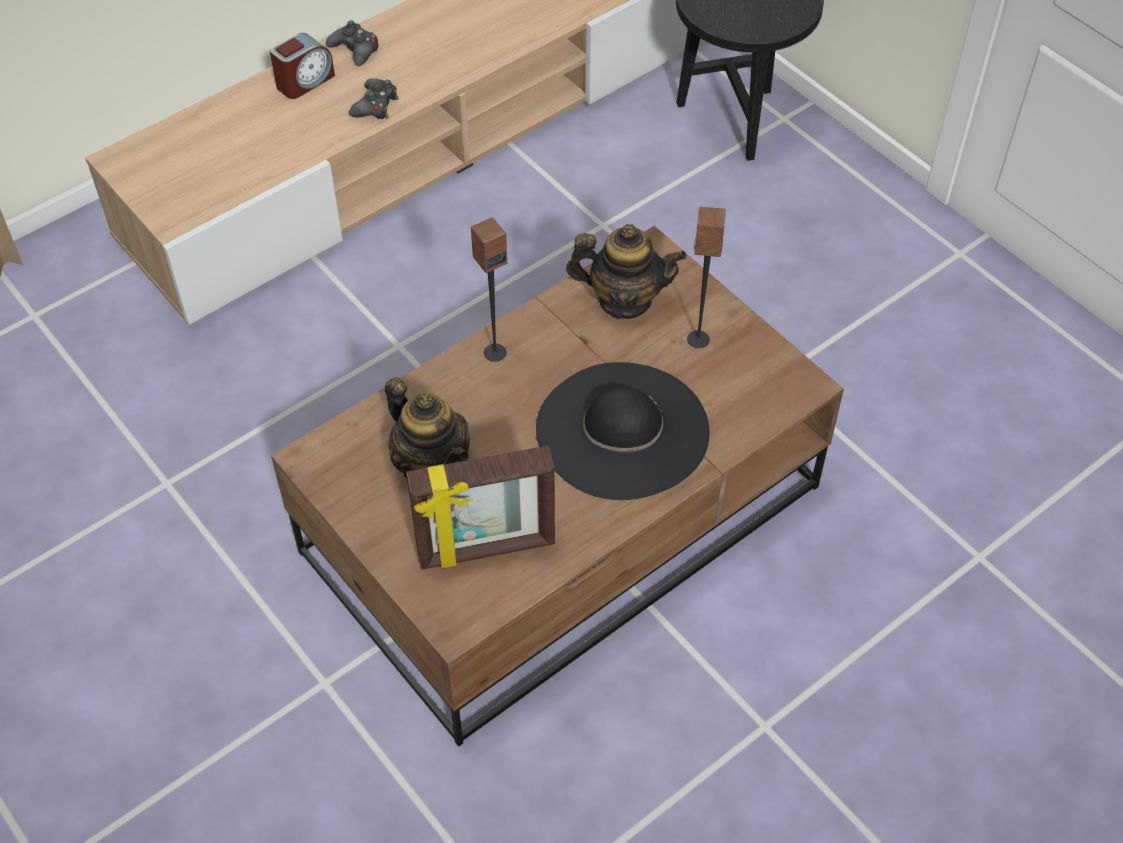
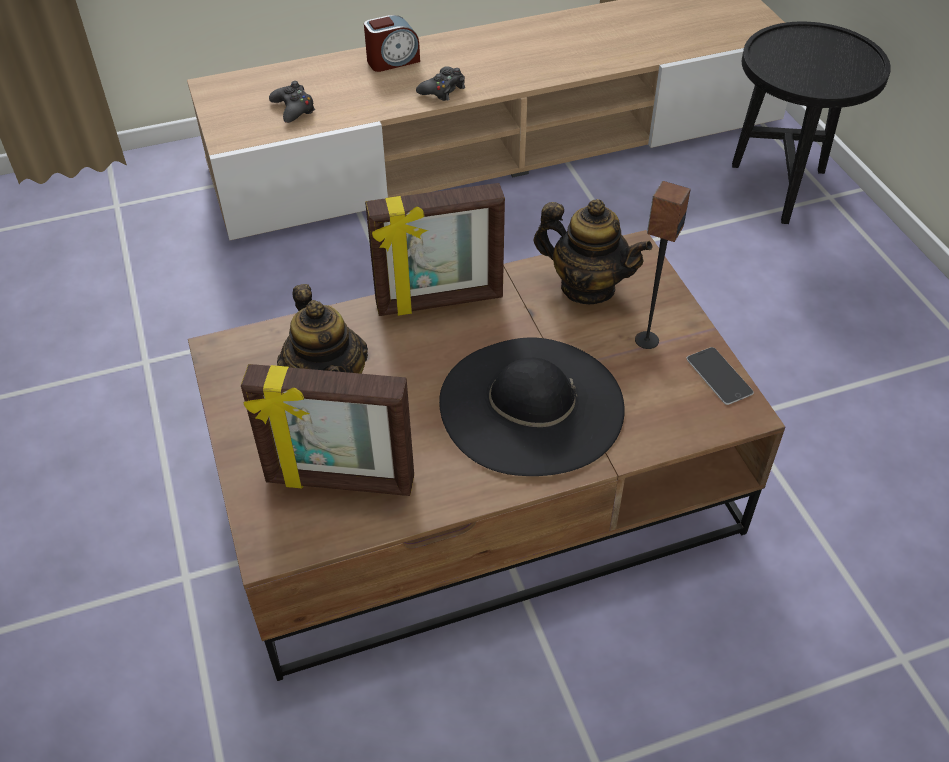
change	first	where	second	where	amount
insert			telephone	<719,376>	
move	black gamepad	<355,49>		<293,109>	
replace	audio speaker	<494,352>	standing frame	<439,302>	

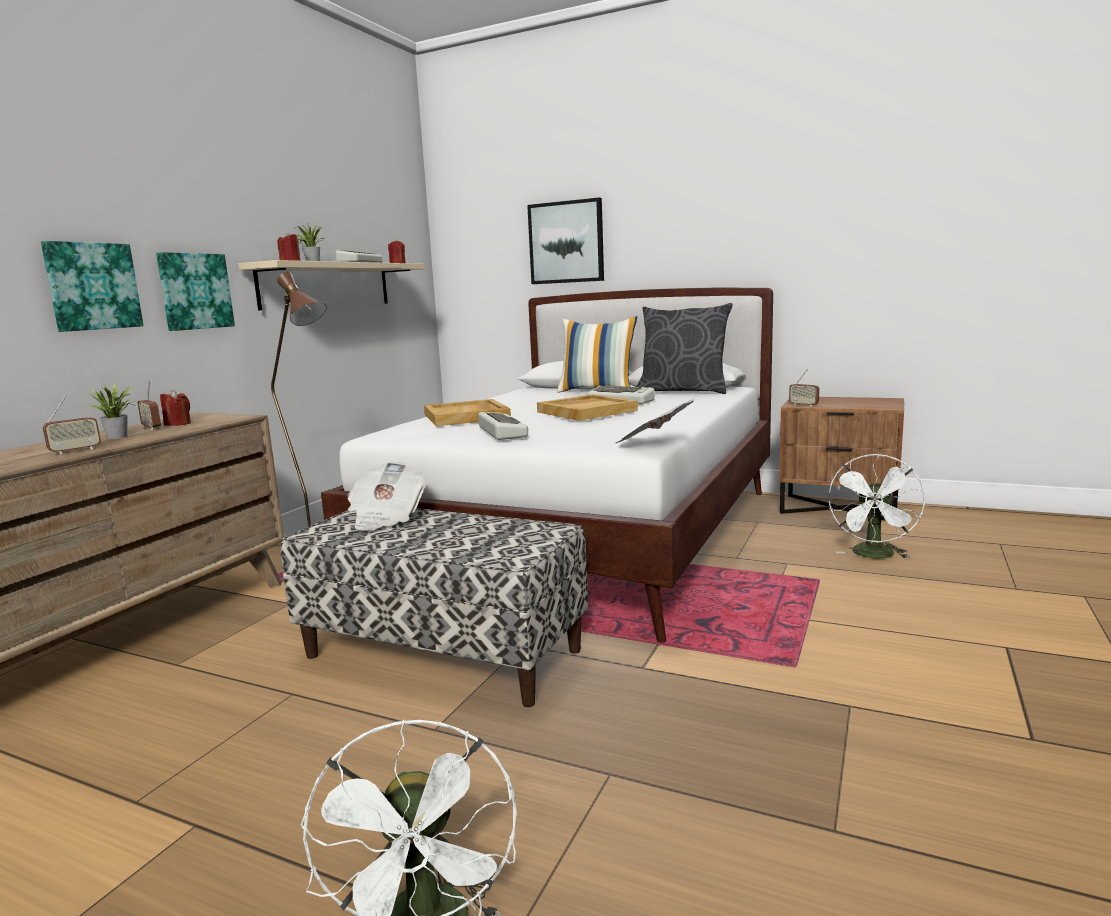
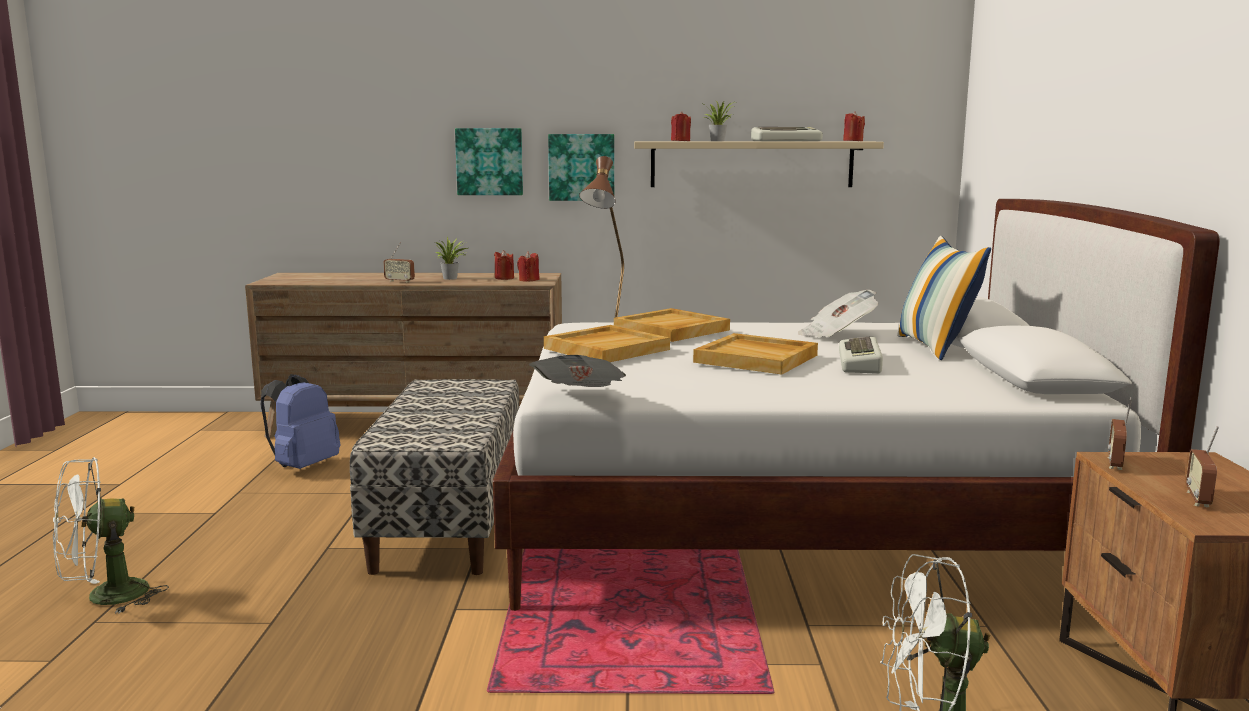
change	first	where	second	where	amount
delete	wall picture	<566,242>			
delete	greyish cushion	<683,391>			
insert			blue backpack	<303,466>	
insert			reddish wax candle	<528,280>	
move	radio	<152,428>		<1198,499>	
move	printed paper	<386,518>		<836,334>	
replace	PC keyboard	<500,432>	beige serving tray	<606,349>	

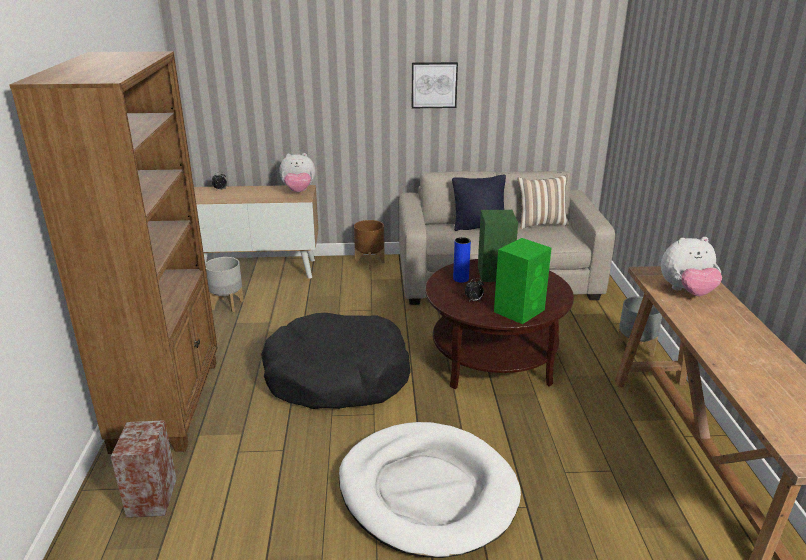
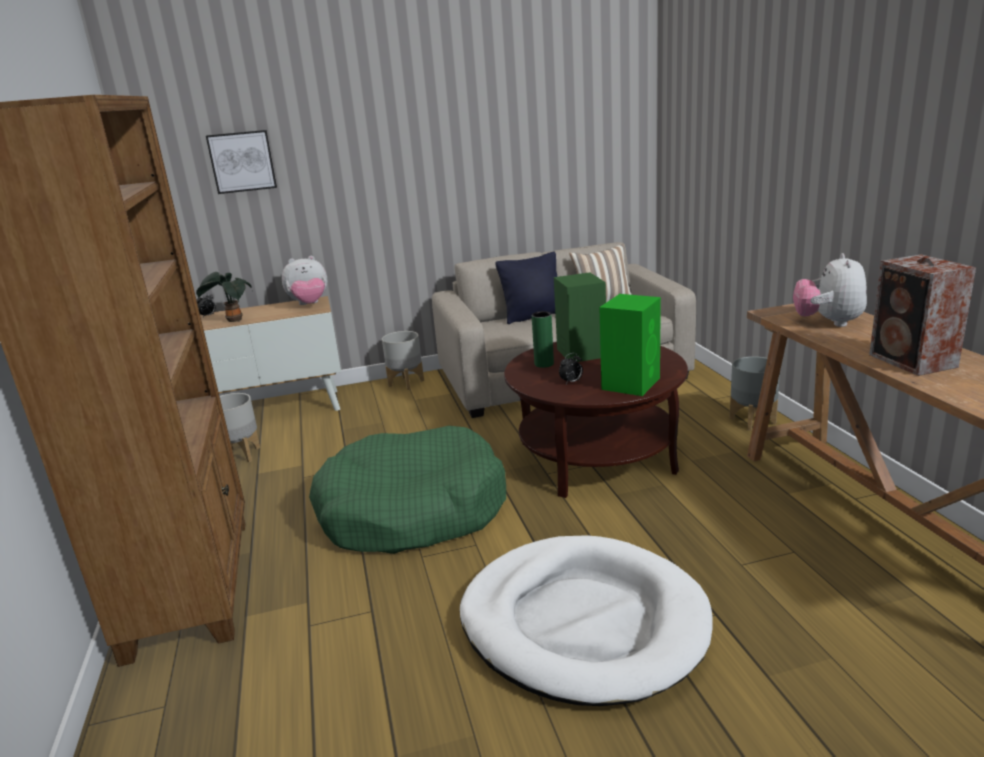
change	first	where	second	where	amount
insert			plant in a pot	<232,321>	
move	audio speaker	<150,499>		<913,362>	
move	wall picture	<434,85>		<242,161>	
recolor	black dog bed	<337,376>	green-coloured dog bed	<412,510>	
recolor	brown flower pot	<370,262>	greyish flower pot	<406,383>	
recolor	blue vase	<460,279>	green-coloured vase	<544,364>	
rotate	cuddly toy	<686,292>		<828,323>	120 degrees clockwise

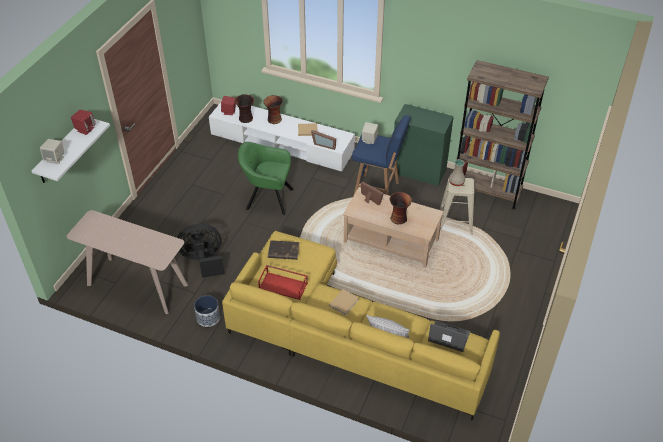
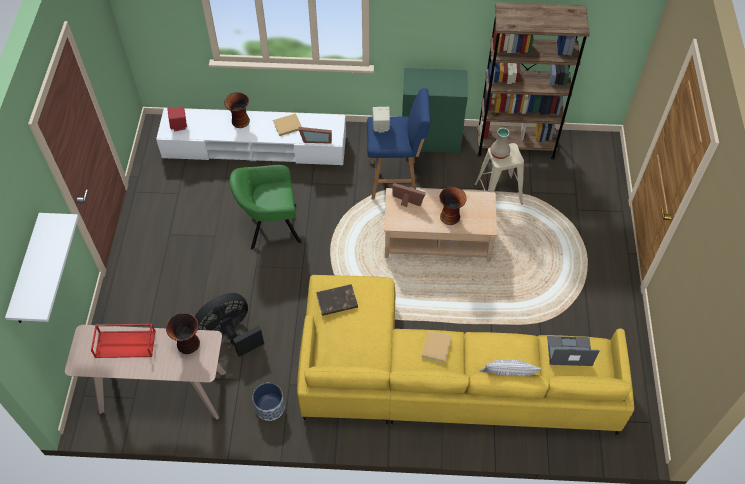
change	first	where	second	where	amount
delete	beige audio speaker	<55,159>			
delete	reddish audio speaker	<85,129>			
move	vase	<246,119>		<189,344>	
move	reddish serving tray	<284,285>		<126,343>	

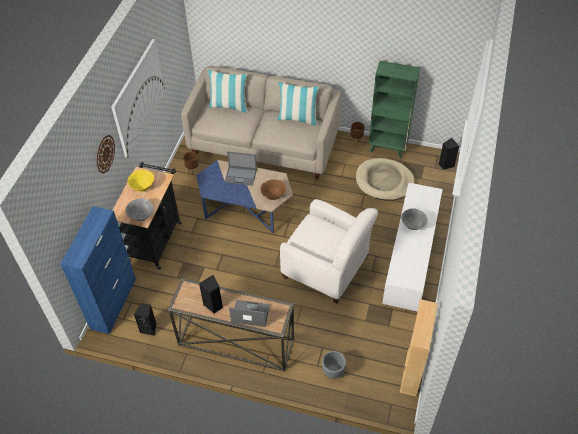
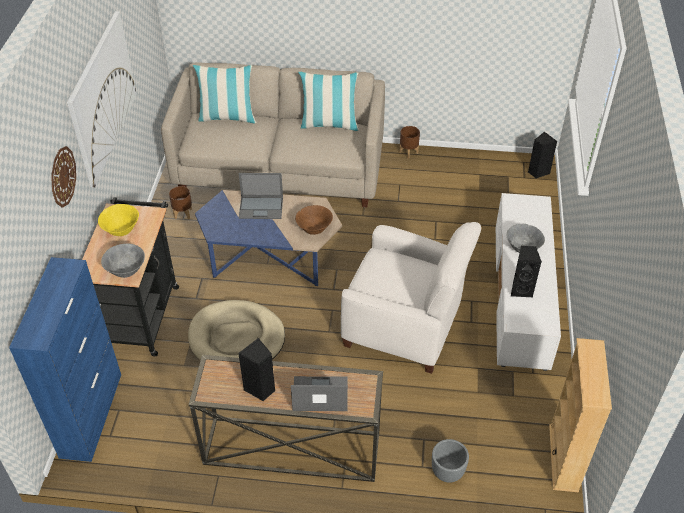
change	first	where	second	where	amount
delete	green-coloured shelving unit	<387,148>			
move	black audio speaker	<149,328>		<521,289>	
move	beige dog bed	<384,181>		<237,338>	

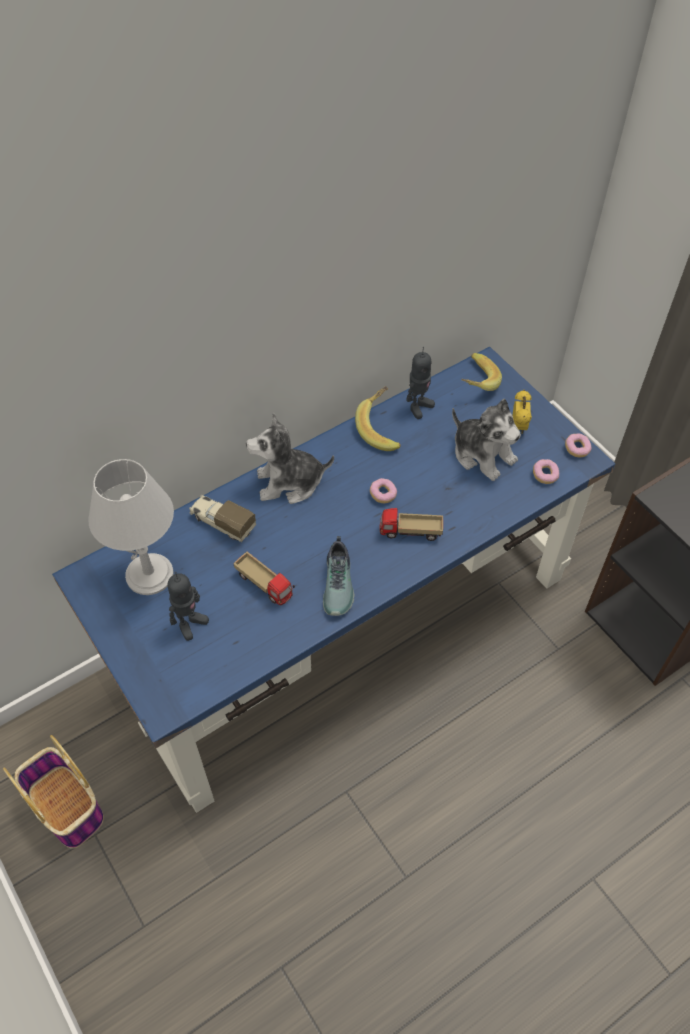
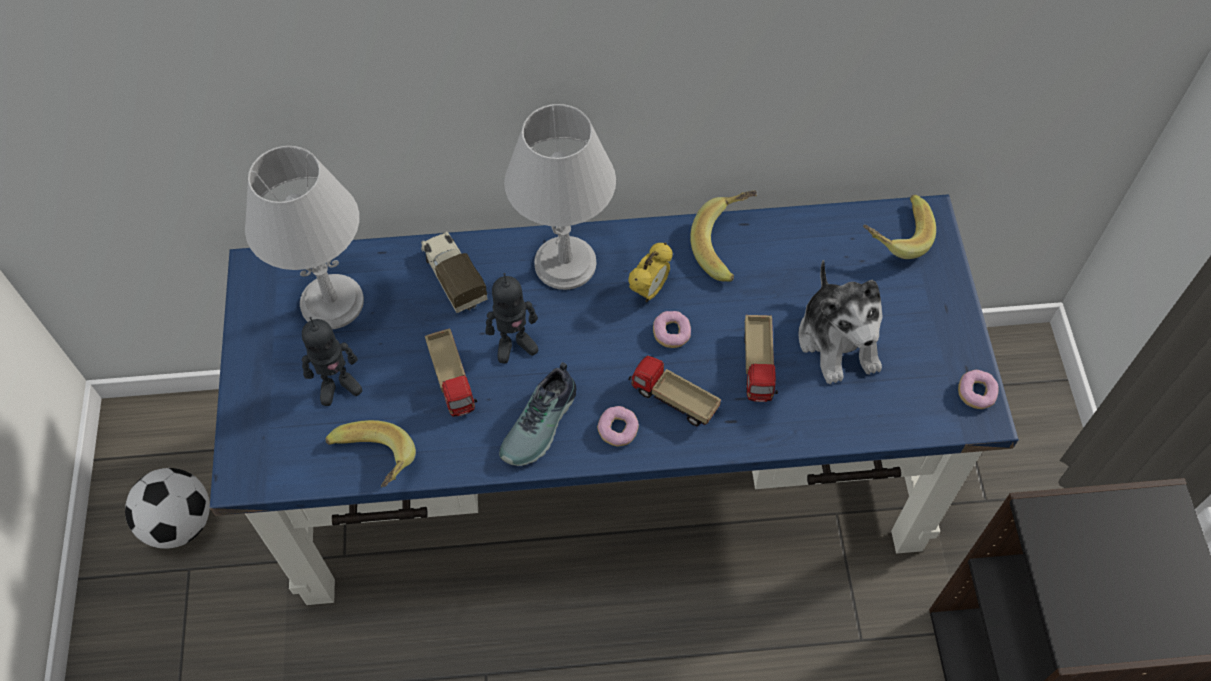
change	first	where	second	where	amount
insert			whole banana	<373,466>	
insert			model truck	<758,366>	
move	model robot	<418,407>		<514,344>	
move	bedside clock	<518,427>		<649,290>	
move	donut	<545,475>		<618,430>	
replace	basket	<68,807>	football	<180,523>	
replace	cuddly toy	<289,483>	greyish tabletop lamp	<565,264>	

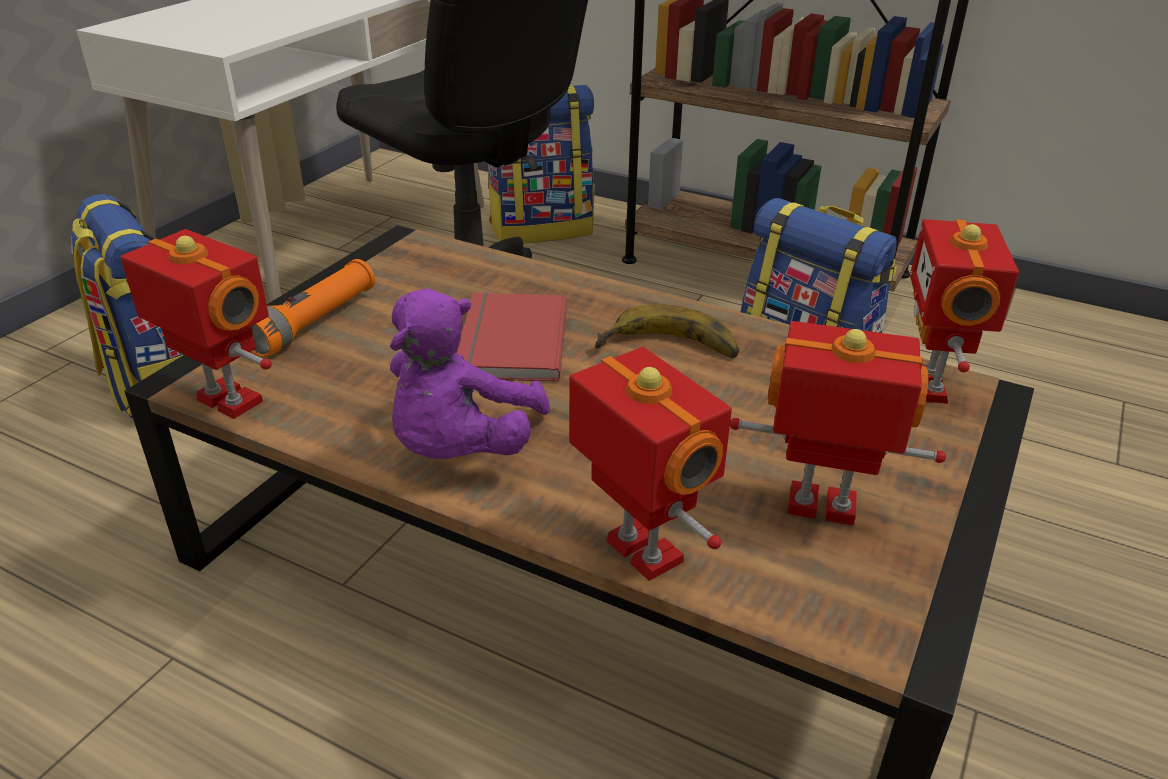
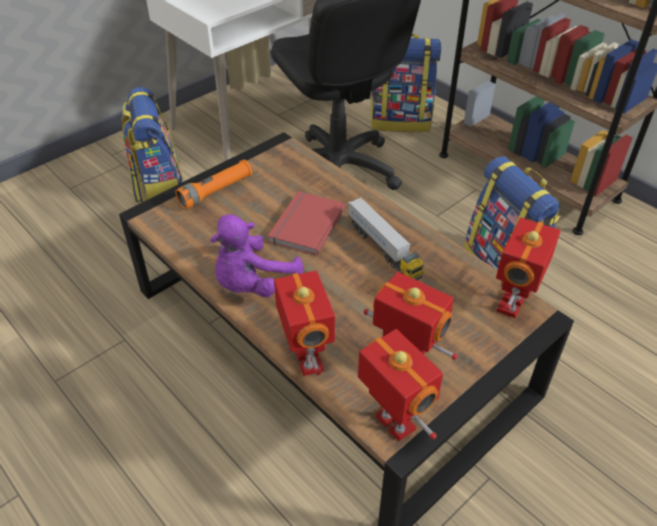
change	first	where	second	where	amount
move	model robot	<226,402>		<393,424>	
replace	whole banana	<668,351>	model truck	<383,249>	

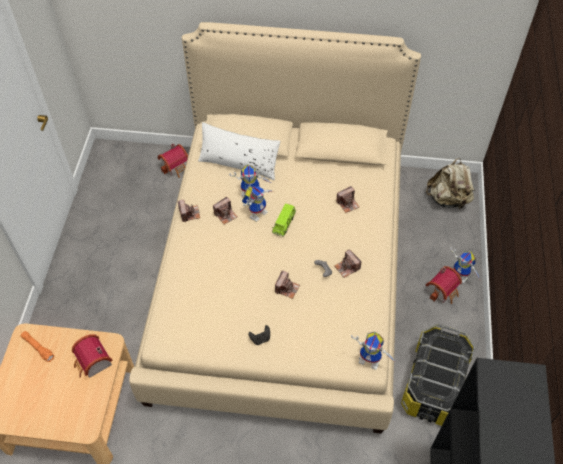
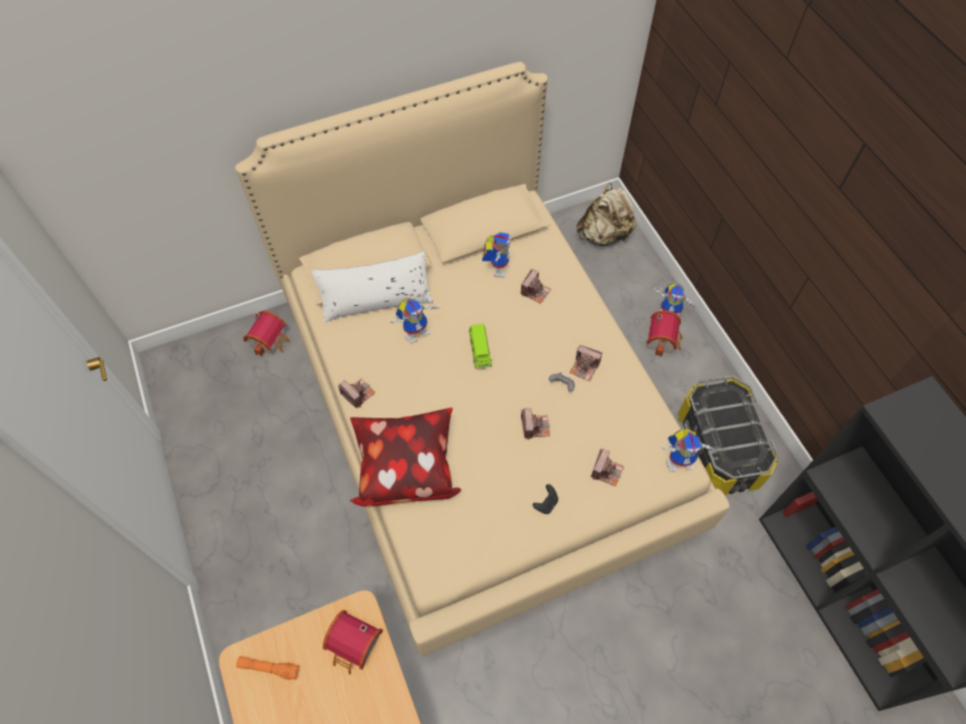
change	first	where	second	where	amount
insert			cushion	<405,467>	
move	still camera	<225,215>		<606,471>	
move	model robot	<257,212>		<497,266>	

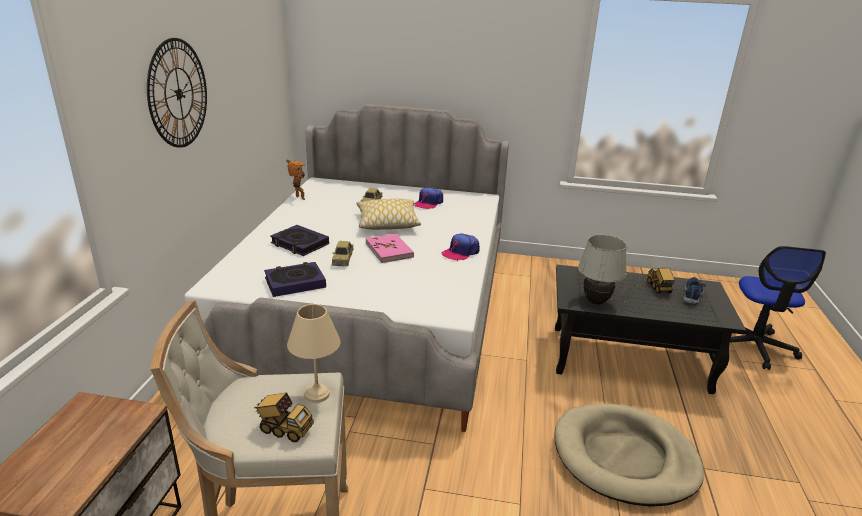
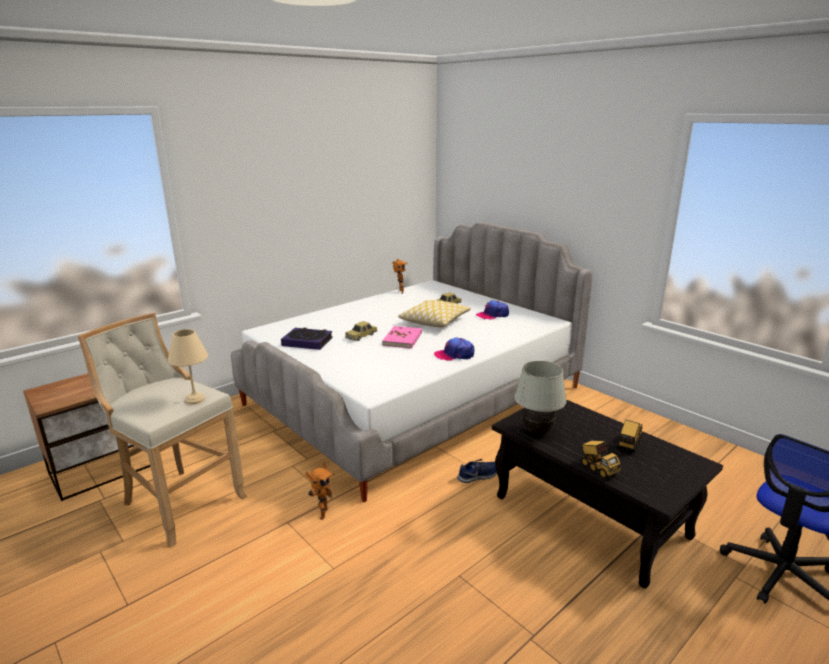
change	first	where	second	where	amount
delete	clock on the wall	<178,93>			
delete	volume	<299,244>			
delete	beige dog bed	<624,458>			
insert			model robot	<321,514>	
move	model truck	<284,429>		<598,468>	
move	blue item of footwear	<692,295>		<479,476>	

